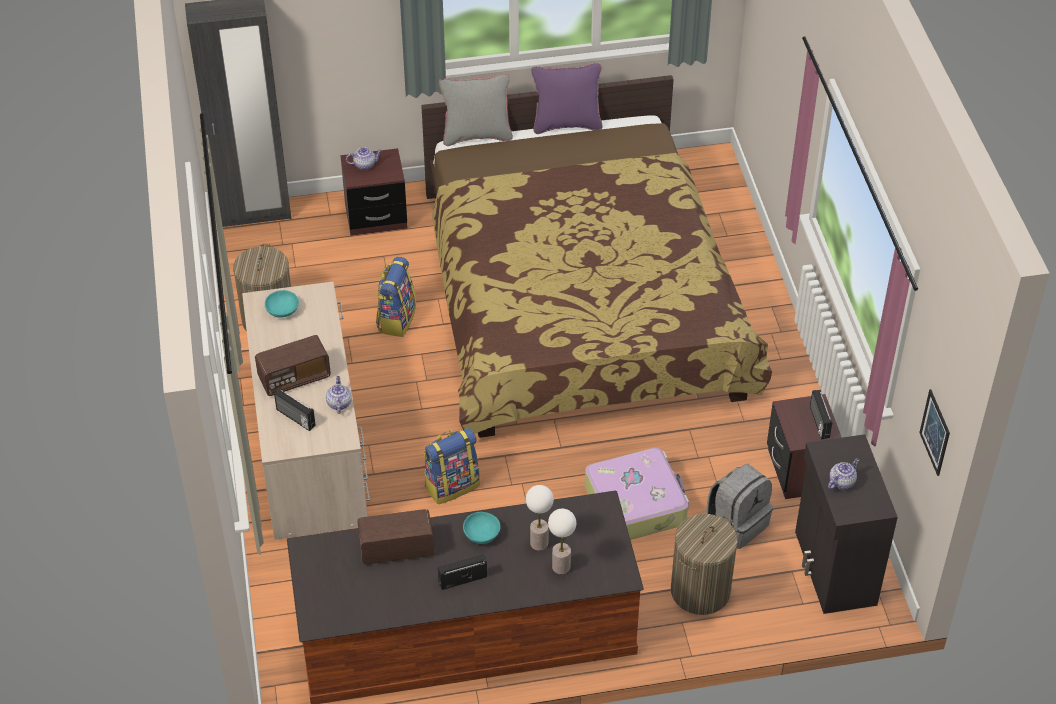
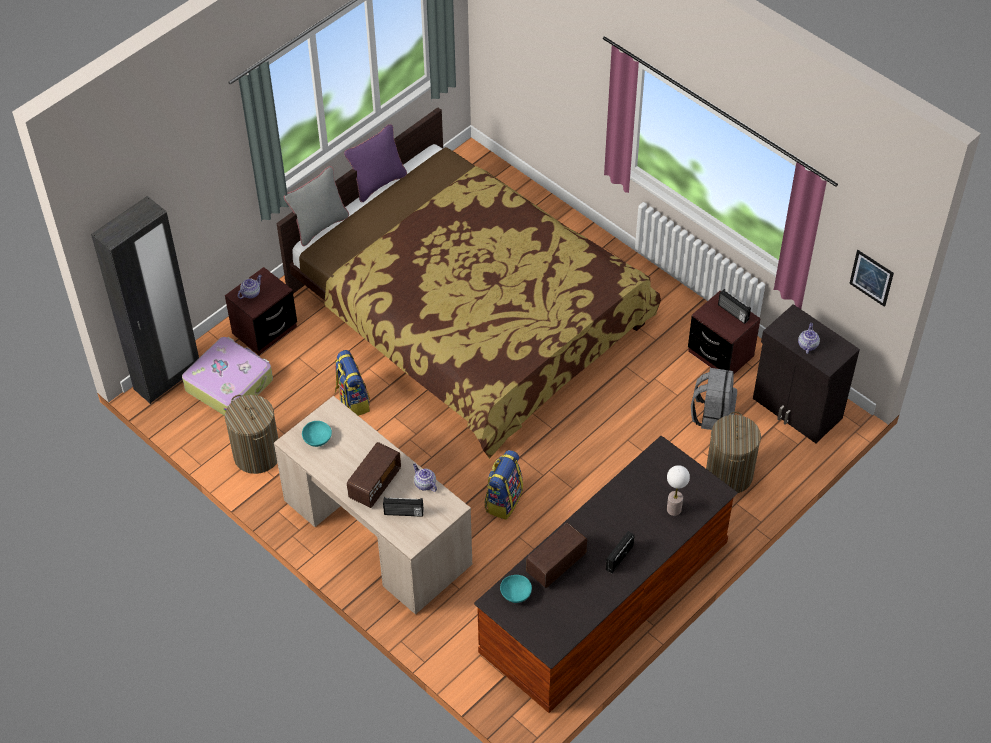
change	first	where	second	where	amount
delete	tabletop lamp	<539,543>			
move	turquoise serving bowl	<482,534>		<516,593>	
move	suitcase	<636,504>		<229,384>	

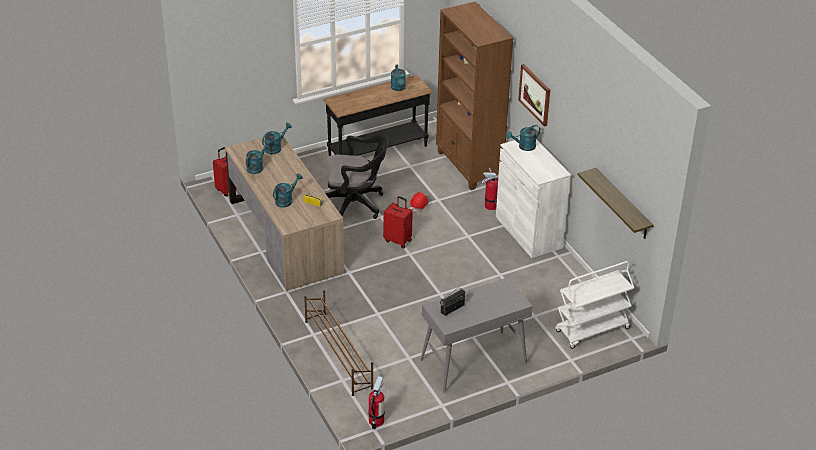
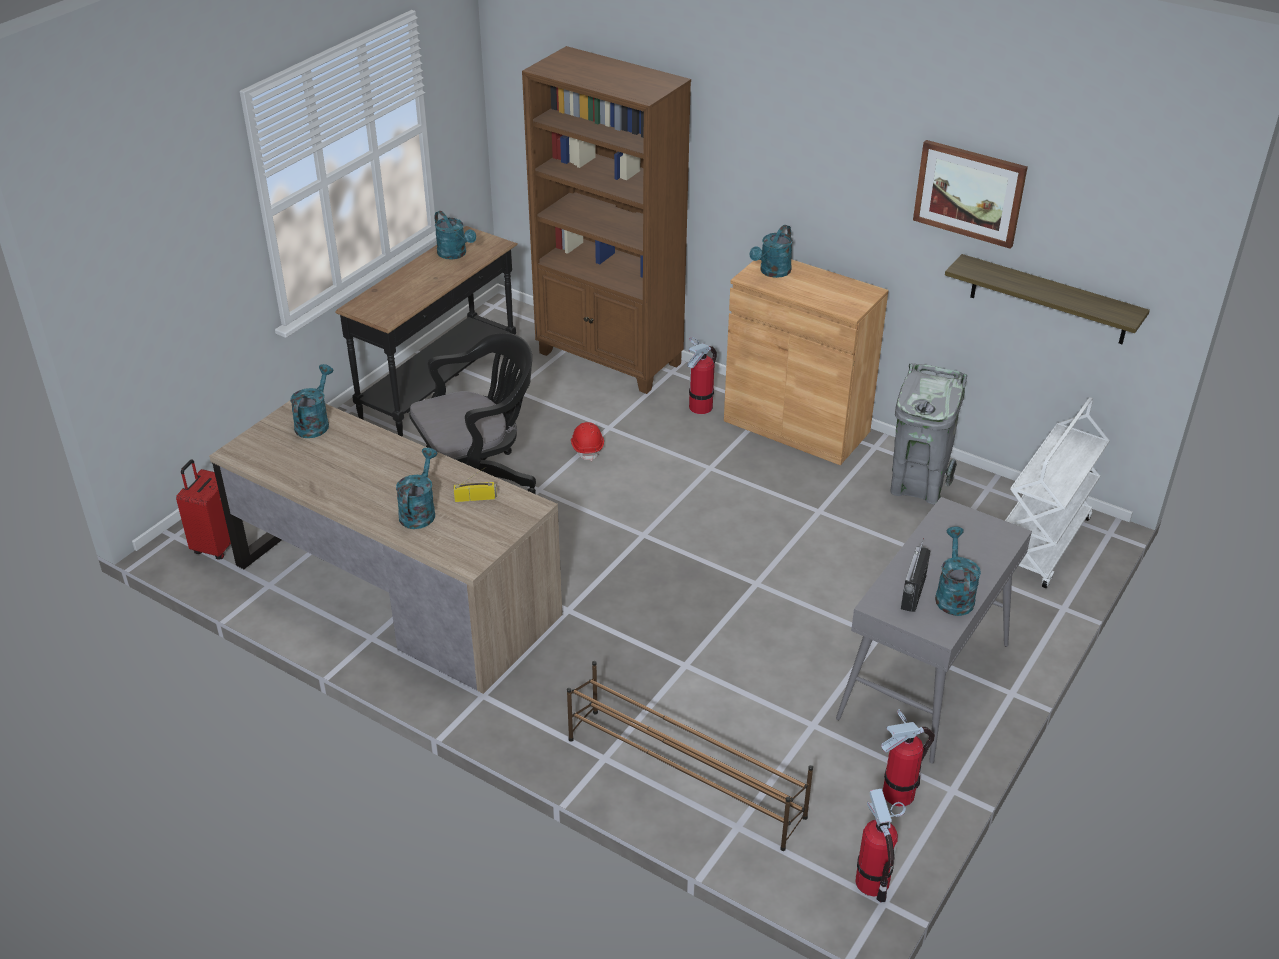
change	first	where	second	where	amount
delete	reddish suitcase	<398,240>			
insert			fire-fighting cylinder	<898,793>	
insert			greyish trash can	<917,485>	
move	turquoise sprinkling can	<257,167>		<953,595>	
move	wall picture	<535,94>		<969,193>	
recolor	whitish storage cabinet	<528,232>	brown storage cabinet	<796,426>	

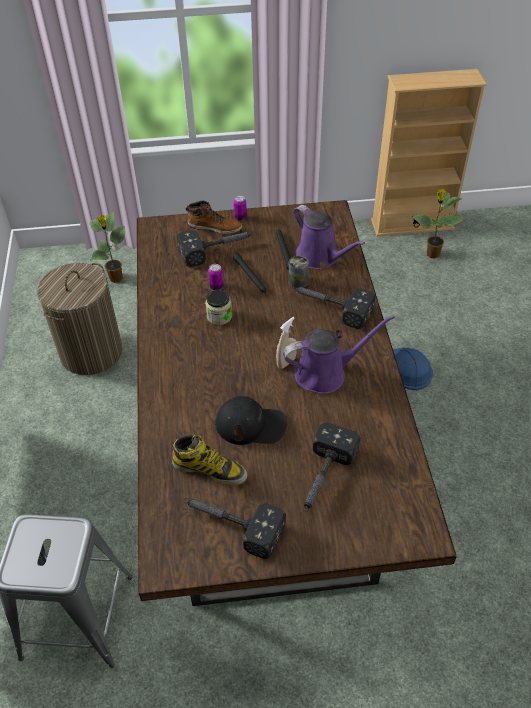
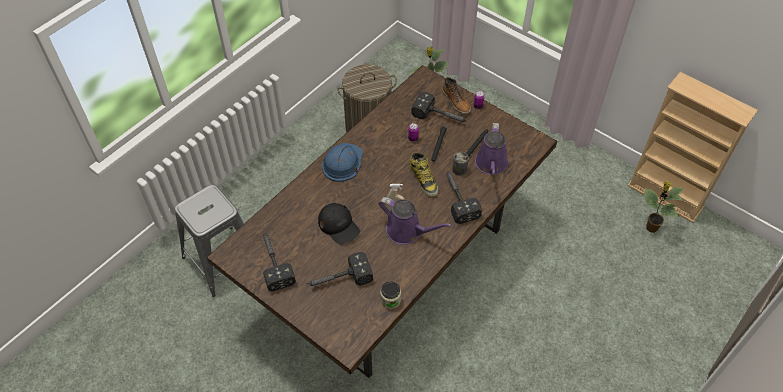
change	first	where	second	where	amount
move	high-top boot	<210,469>		<423,180>	
move	storage jar	<219,316>		<390,300>	
move	blue safety helmet	<407,369>		<342,162>	

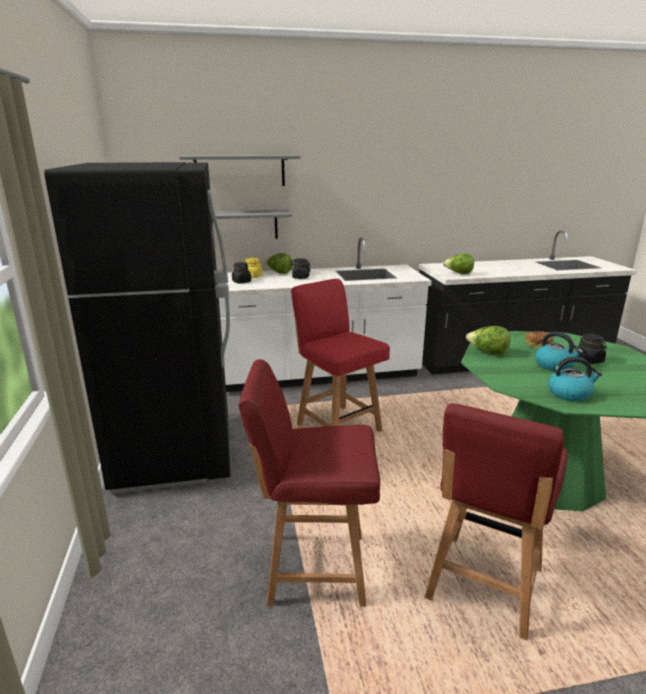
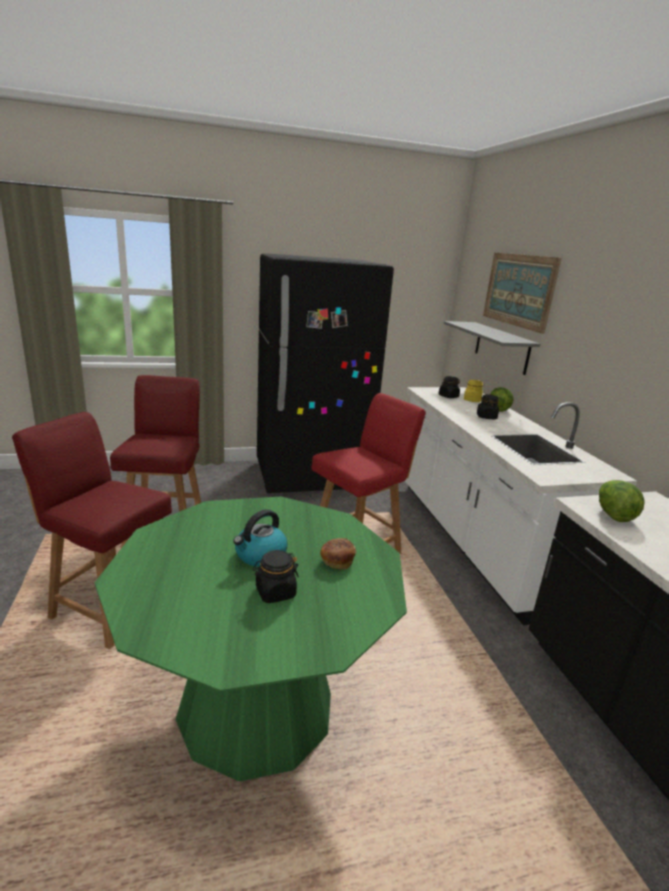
change	first	where	second	where	amount
delete	head of lettuce	<487,352>			
delete	water kettle	<570,393>			
replace	greyish bracket shelf	<240,171>	wall picture	<518,290>	

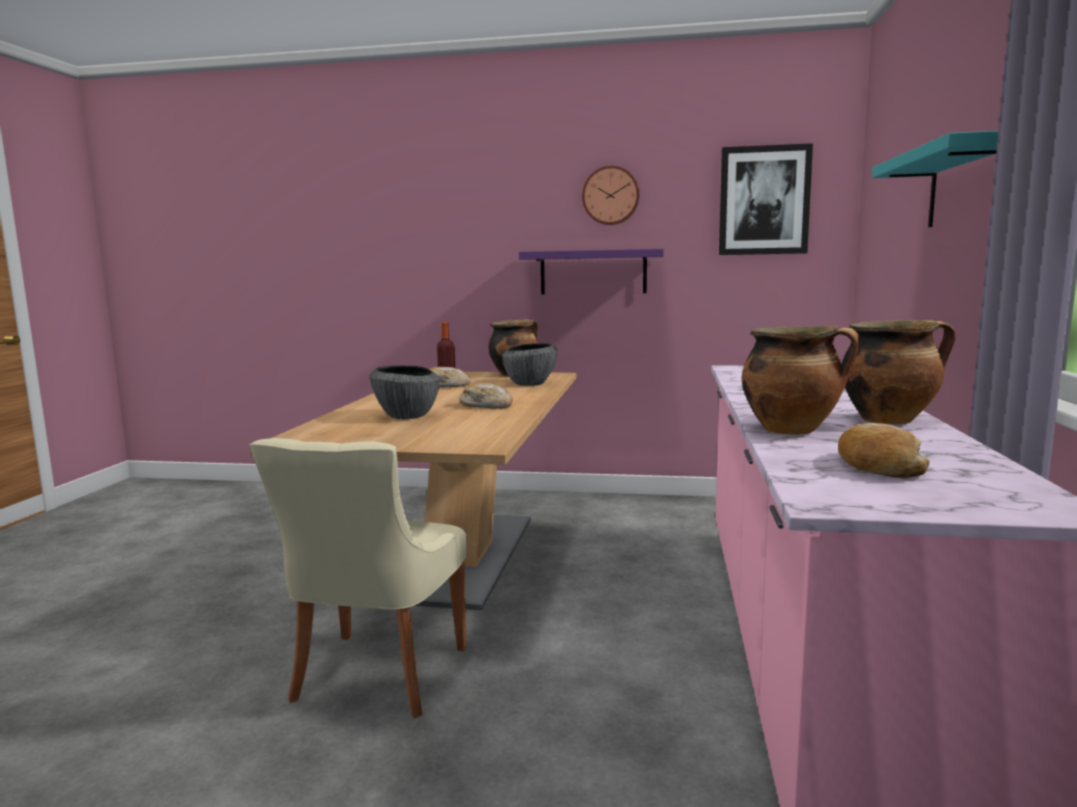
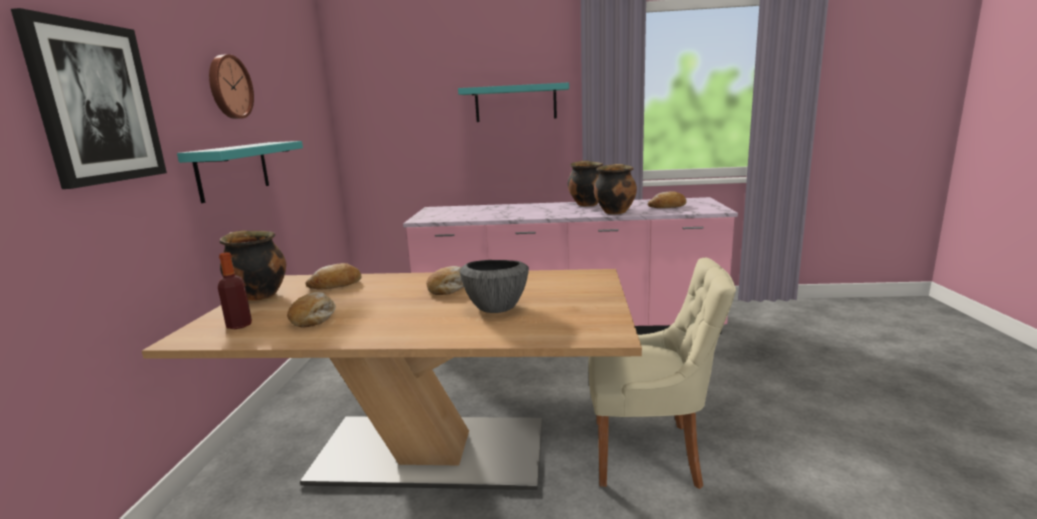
change	first	where	second	where	amount
move	wall picture	<764,201>		<96,103>	
replace	serving bowl	<529,384>	bakery bread	<336,284>	
recolor	purple bracket shelf	<593,272>	turquoise bracket shelf	<233,170>	

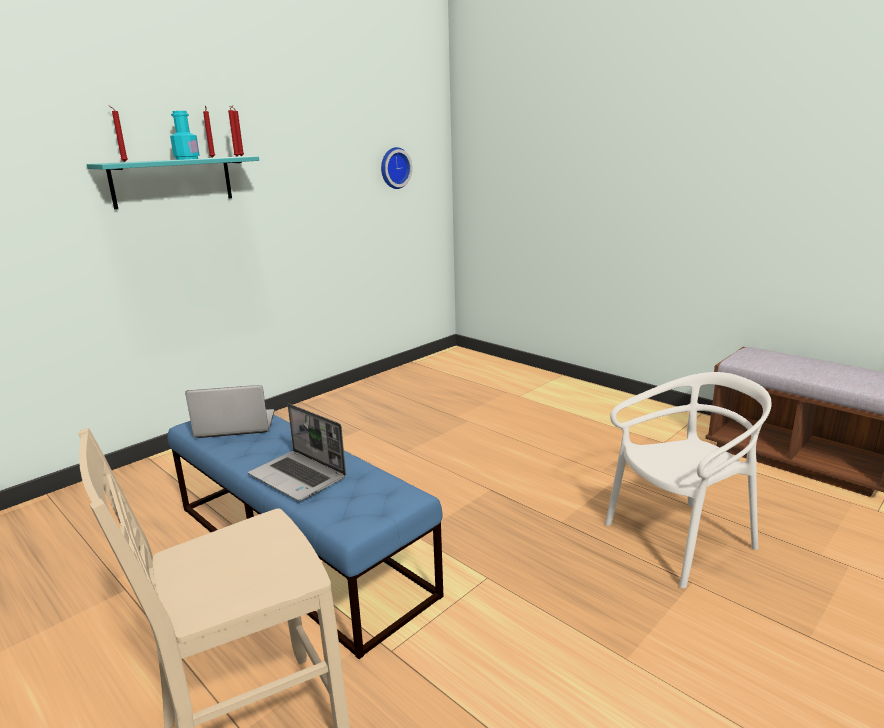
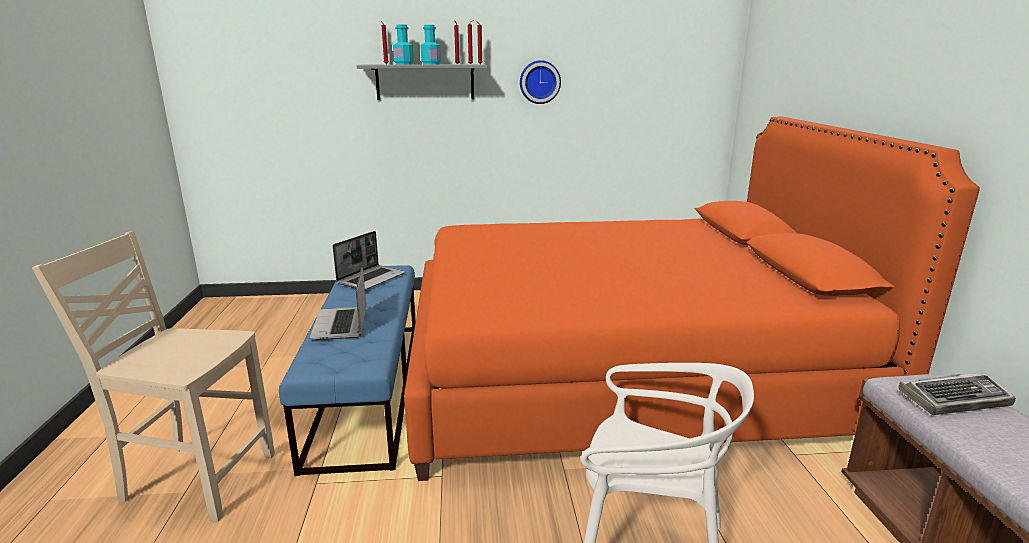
change	first	where	second	where	amount
insert			turquoise drink bottle	<404,64>	
insert			orangey bedroom bed	<620,375>	
insert			PC keyboard	<954,399>	
move	clock on the wall	<394,168>		<539,82>	
recolor	turquoise bracket shelf	<172,182>	greyish bracket shelf	<425,82>	
rotate	laptop	<234,426>		<371,278>	90 degrees clockwise

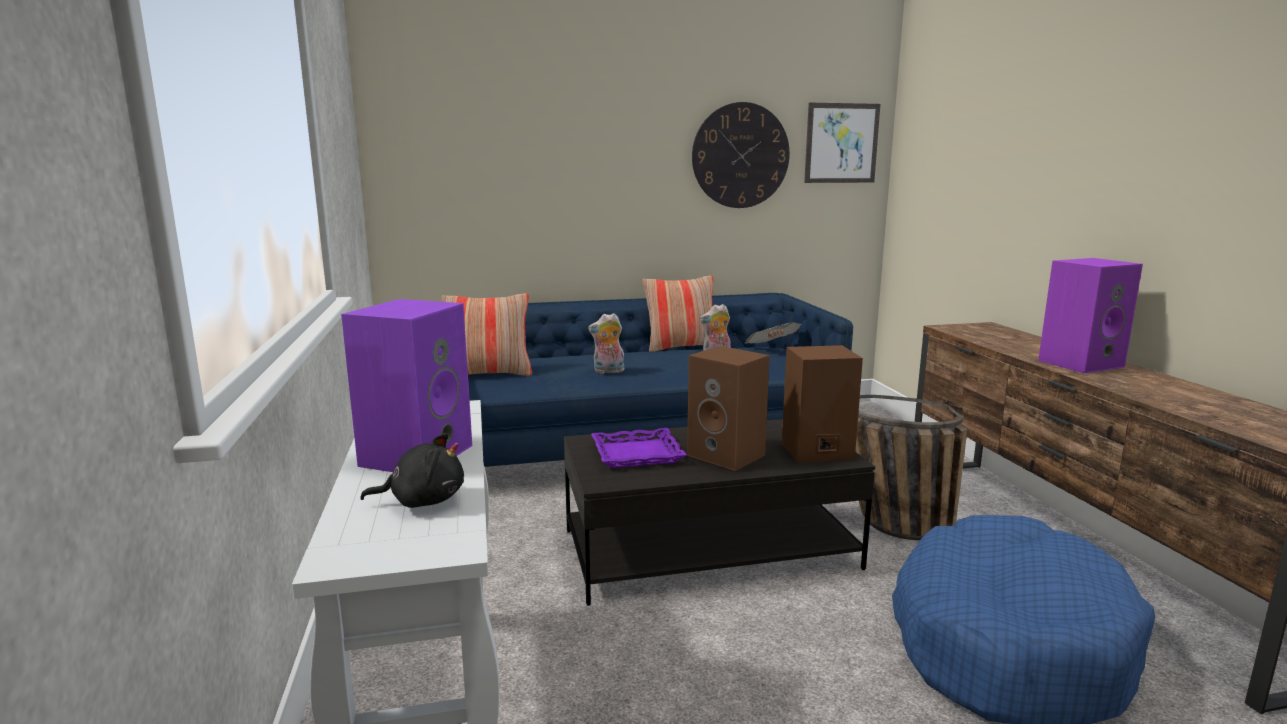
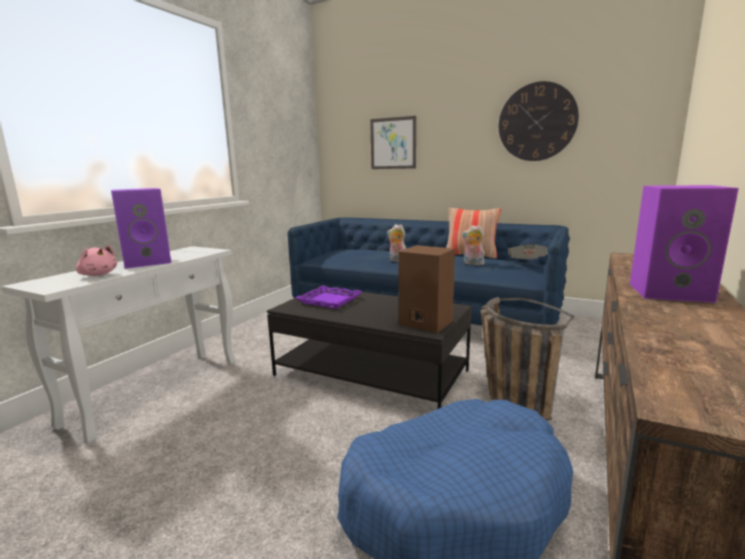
change	first	where	second	where	amount
delete	cushion	<488,373>			
delete	brown audio speaker	<728,455>			
move	wall picture	<841,143>		<393,143>	
recolor	black cuddly toy	<423,501>	pink-coloured cuddly toy	<98,275>	

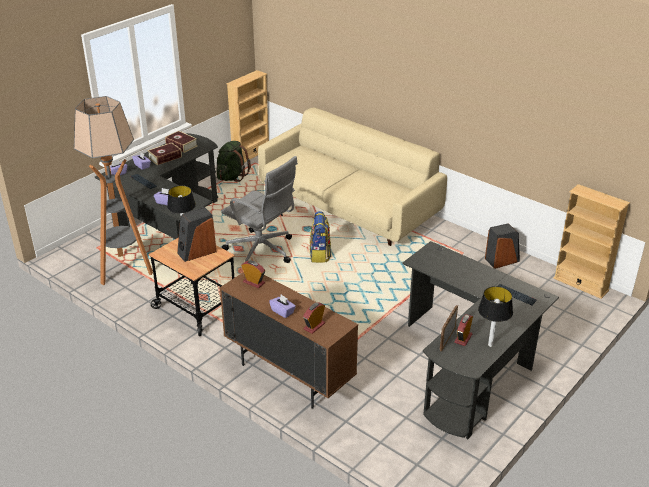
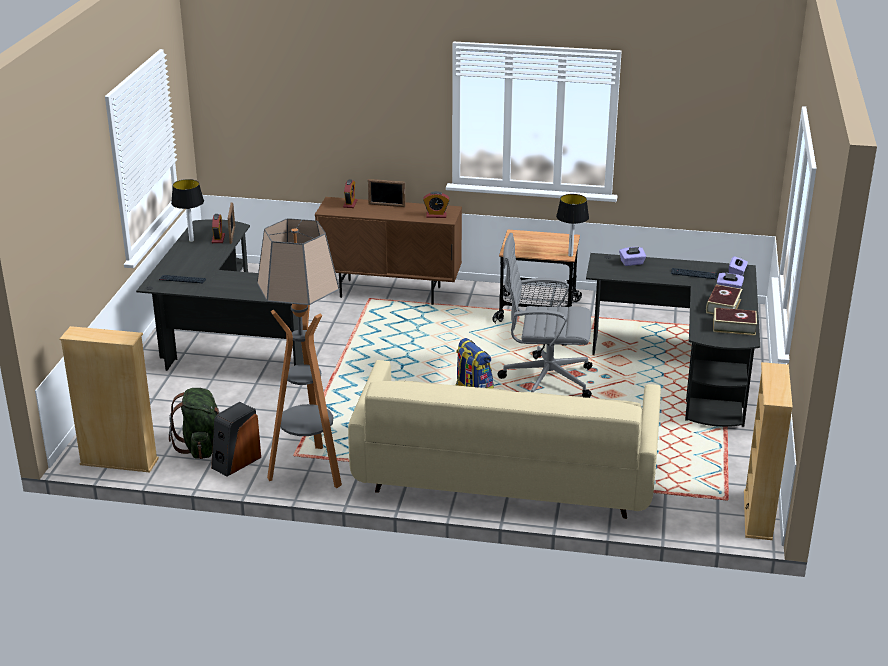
change	first	where	second	where	amount
delete	audio speaker	<196,252>			
move	standard lamp	<125,271>		<309,470>	
move	green-coloured backpack	<232,176>		<202,447>	
replace	purple tissue box	<283,311>	standing frame	<386,205>	

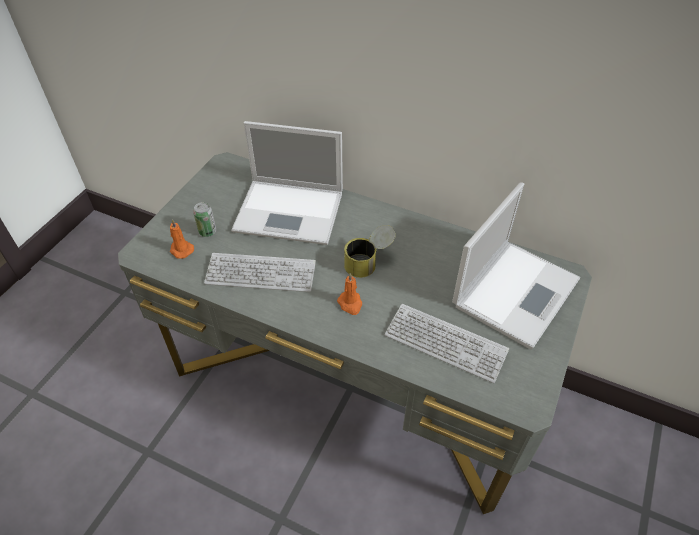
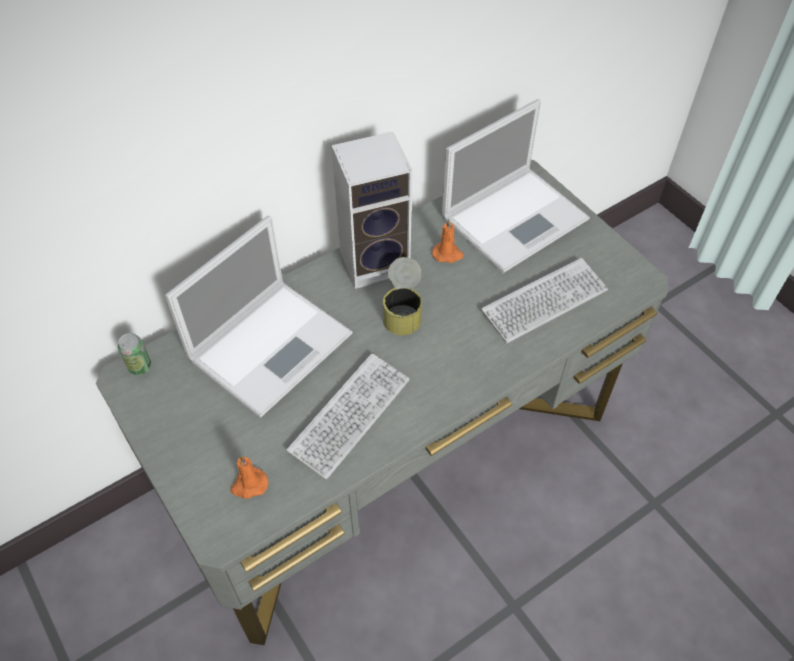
change	first	where	second	where	amount
insert			audio speaker	<377,260>	
move	sealed can	<207,231>		<140,367>	
move	orangey wax candle	<350,304>		<448,254>	
rotate	laptop	<516,290>		<516,217>	75 degrees clockwise

